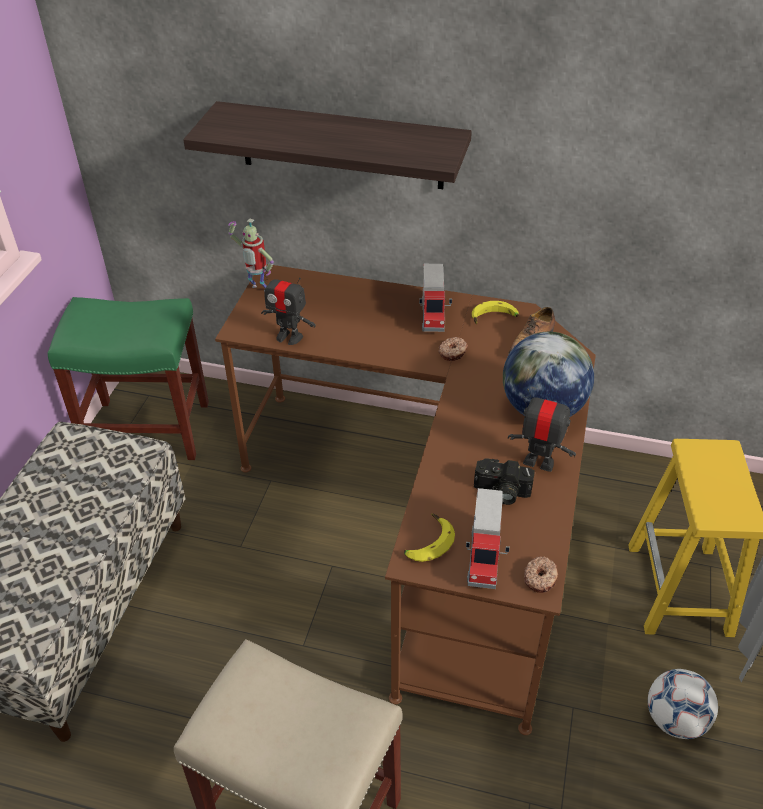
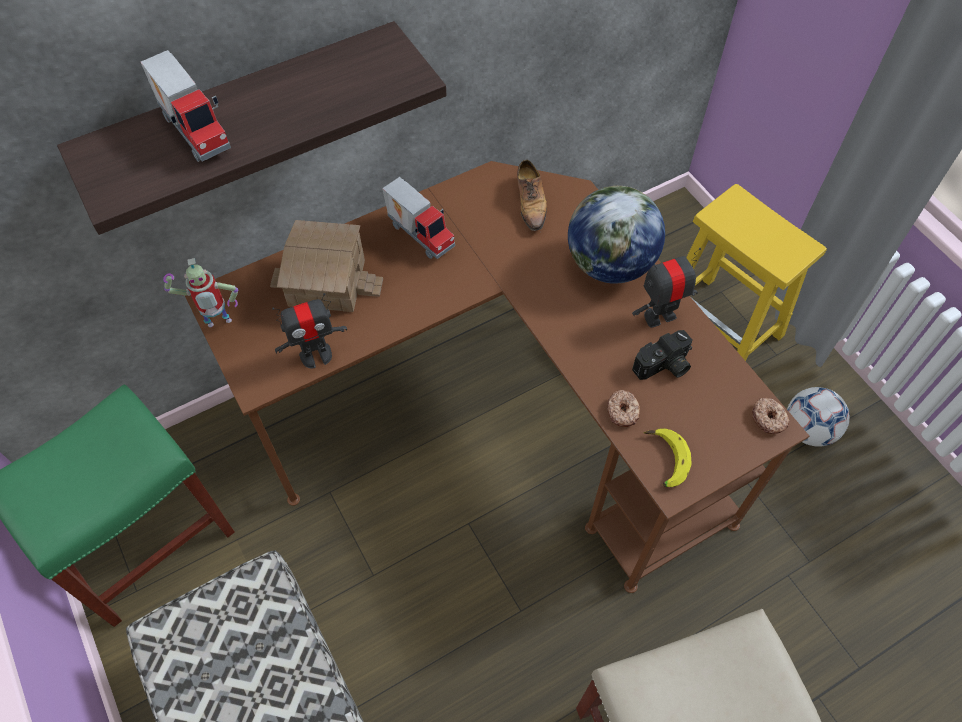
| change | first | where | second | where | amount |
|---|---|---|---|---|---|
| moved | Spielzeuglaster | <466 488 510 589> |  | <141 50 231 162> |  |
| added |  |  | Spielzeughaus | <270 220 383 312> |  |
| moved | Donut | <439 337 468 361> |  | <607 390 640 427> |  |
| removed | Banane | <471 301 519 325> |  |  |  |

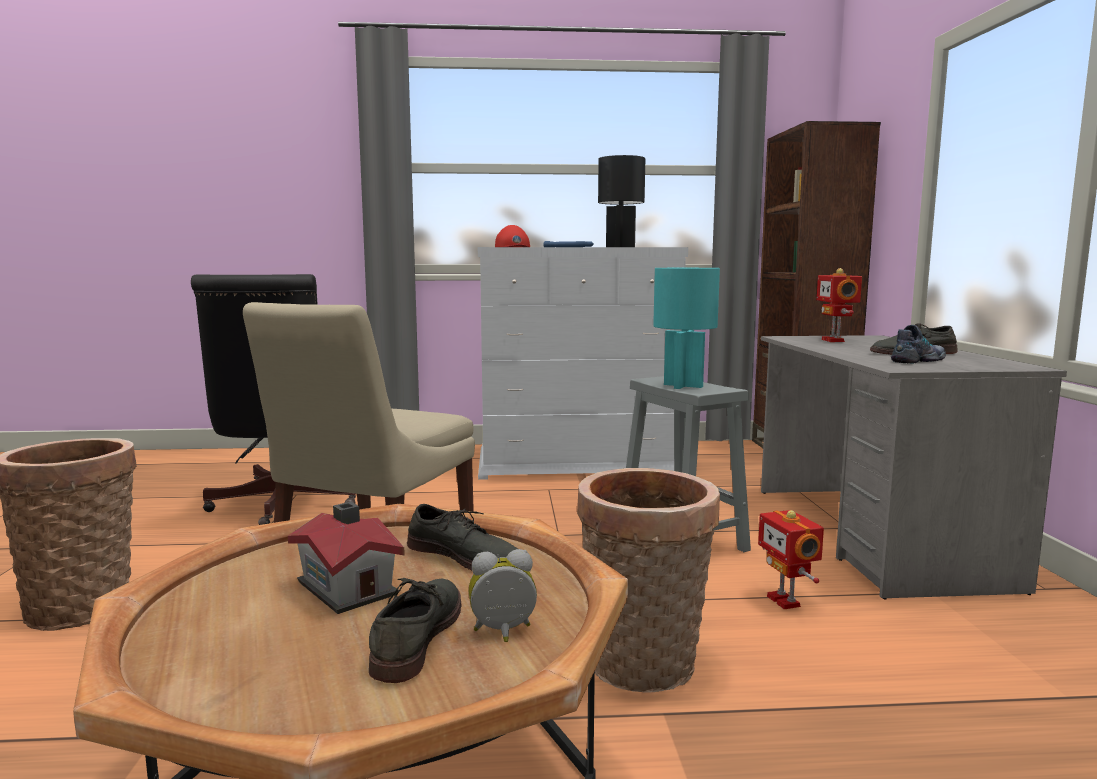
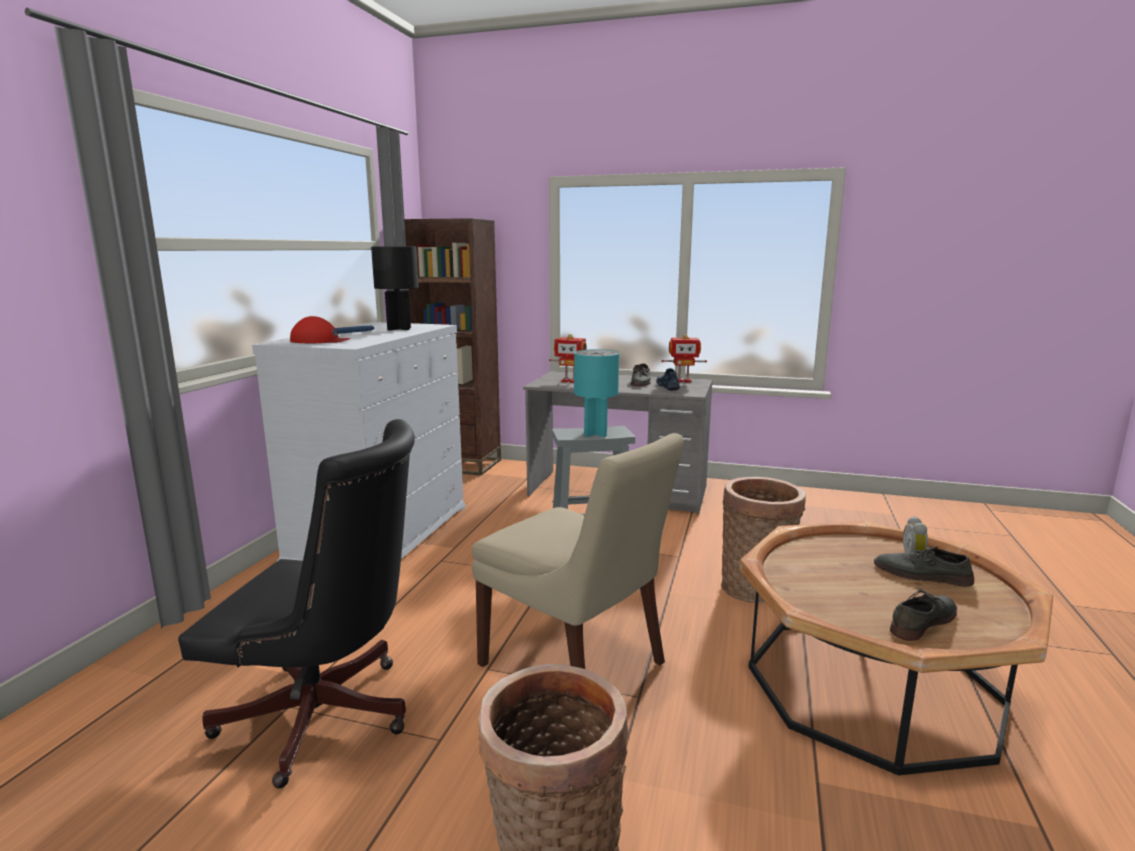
| change | first | where | second | where | amount |
|---|---|---|---|---|---|
| moved | Spielzeugroboter | <758 510 824 609> |  | <661 334 707 383> |  |
| moved | Schuh/grau | <407 504 518 570> |  | <890 588 957 641> |  |
| removed | Spielzeughaus | <288 502 405 614> |  |  |  |

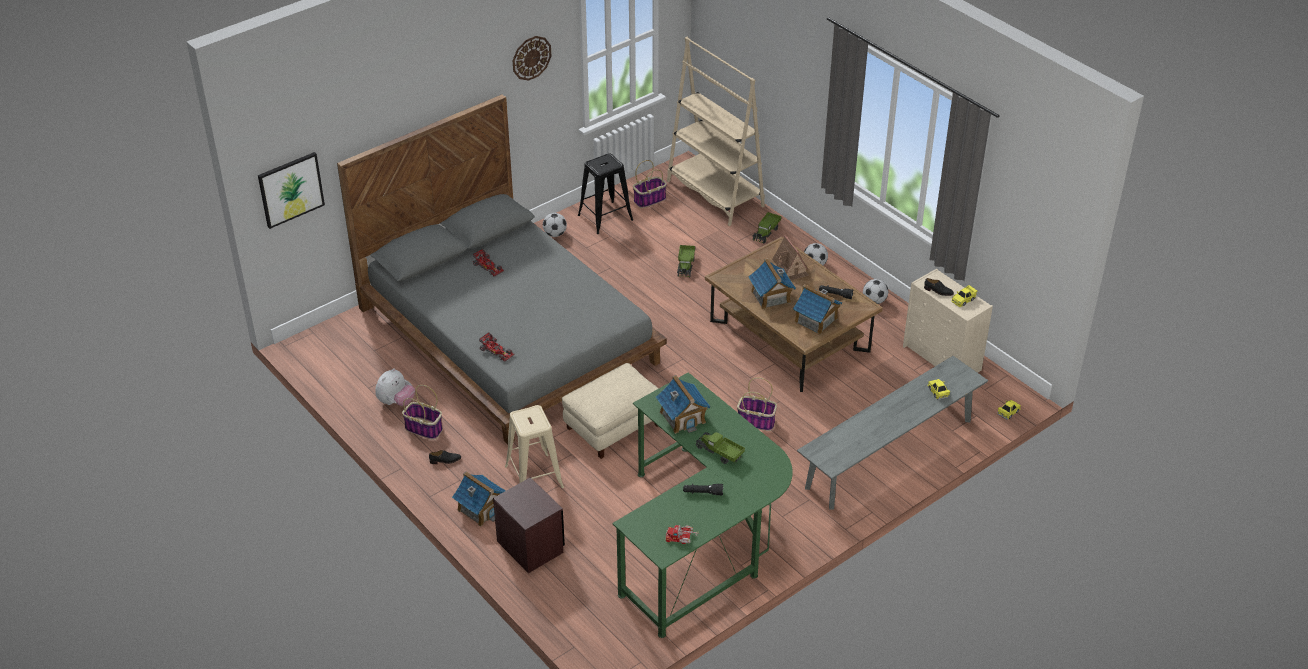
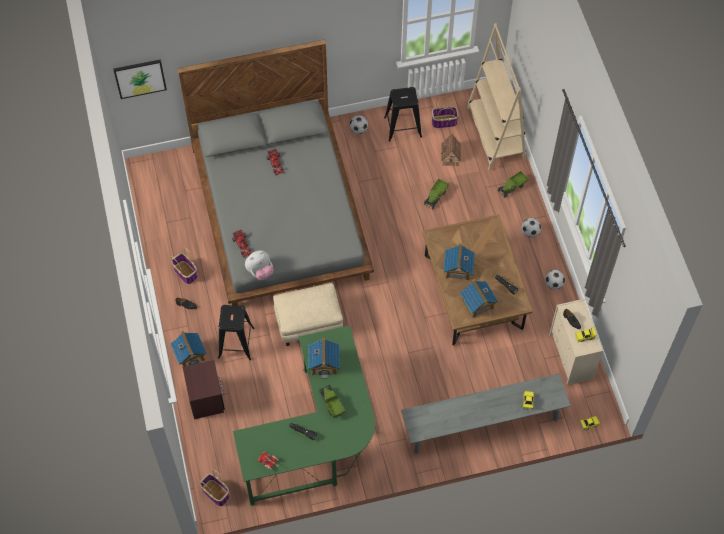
| change | first | where | second | where | amount |
|---|---|---|---|---|---|
| moved | Korb | <737 377 777 431> |  | <200 469 230 506> |  |
| recoloured | Hocker/beige | <505 405 564 488> | Hocker/schwarz | <218 305 254 360> |  |
| moved | Plüschtier | <375 368 415 406> |  | <245 250 274 280> |  |
| moved | Spielzeughaus | <772 235 809 280> |  | <441 133 460 166> |  |
| removed | Wanduhr | <513 36 551 81> |  |  |  |

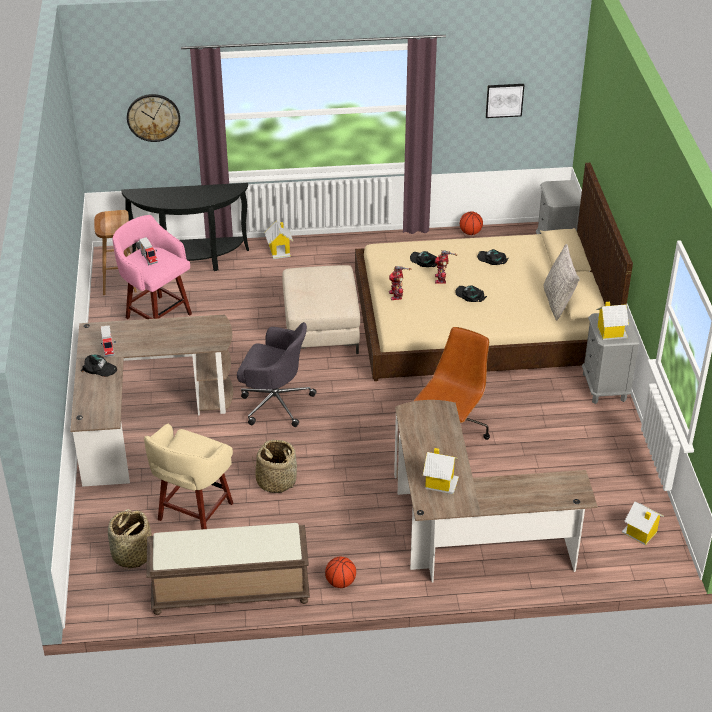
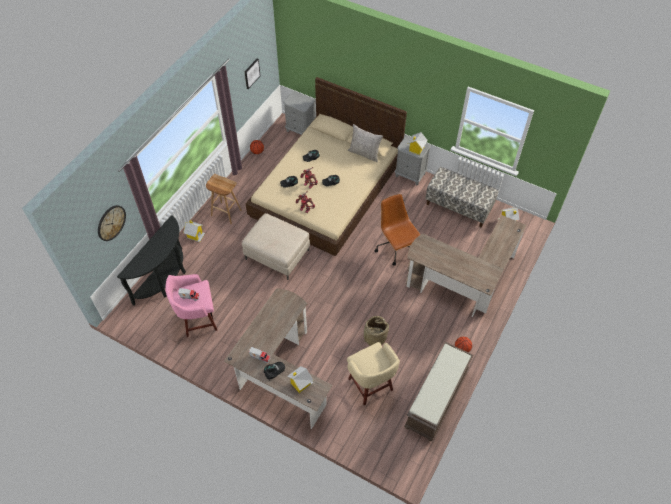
| change | first | where | second | where | amount |
|---|---|---|---|---|---|
| moved | Hocker/braun | <94 210 137 295> |  | <206 174 242 224> |  |
| moved | Spielzeughaus | <423 448 459 494> |  | <287 366 313 394> |  |
| added |  |  | Bank | <425 167 498 227> |  |
| removed | Korb | <108 509 152 570> |  |  |  |
| removed | Bürostuhl/grau | <237 322 316 427> |  |  |  |

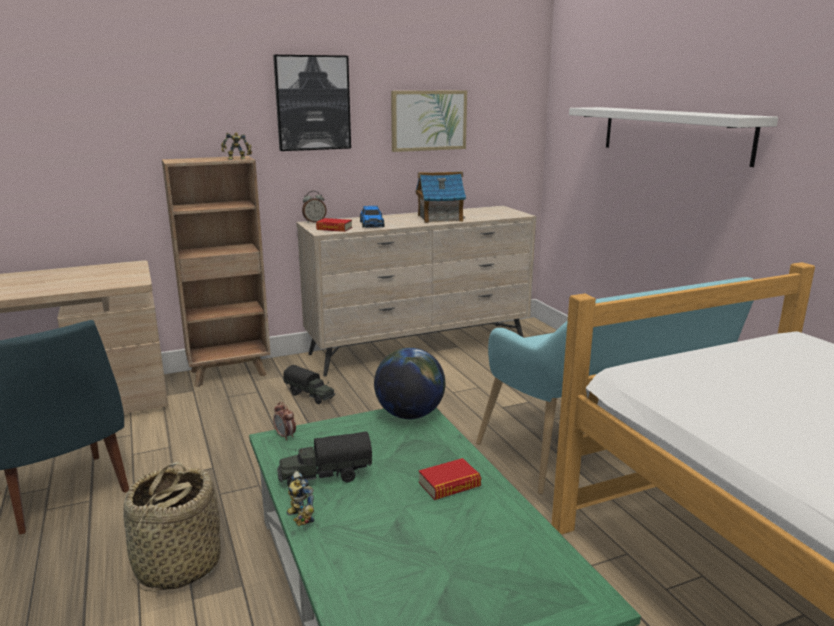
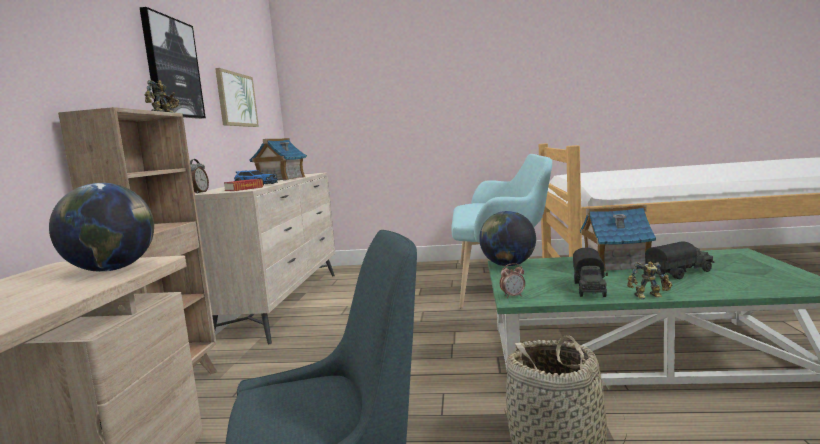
| change | first | where | second | where | amount |
|---|---|---|---|---|---|
| added |  |  | Globus | <49 183 154 272> |  |
| replaced | Buch | <419 458 481 500> | Spielzeughaus | <580 205 656 272> |  |
| moved | Spielzeuglaster | <283 365 335 404> |  | <645 242 715 279> |  |
| removed | Wandregal/weiß | <569 107 778 167> |  |  |  |

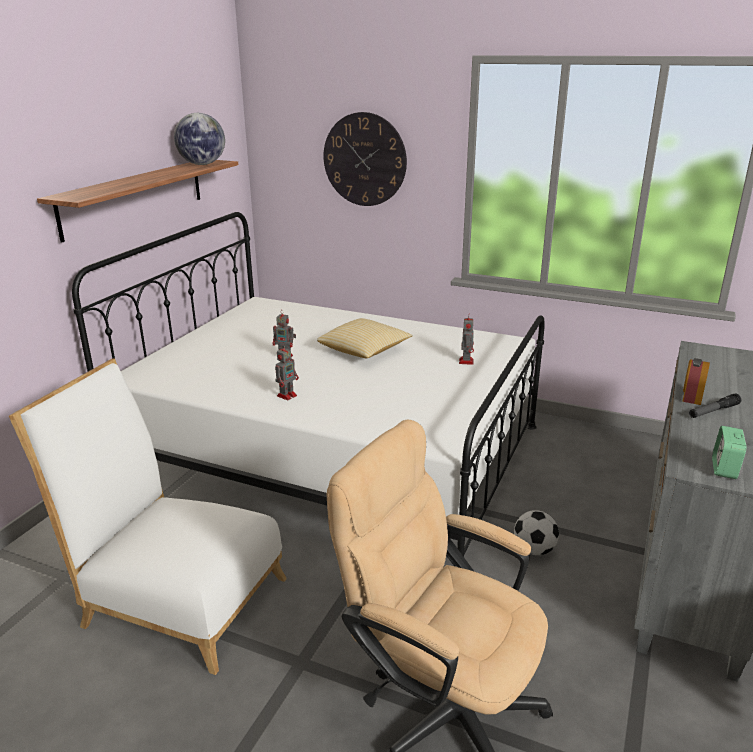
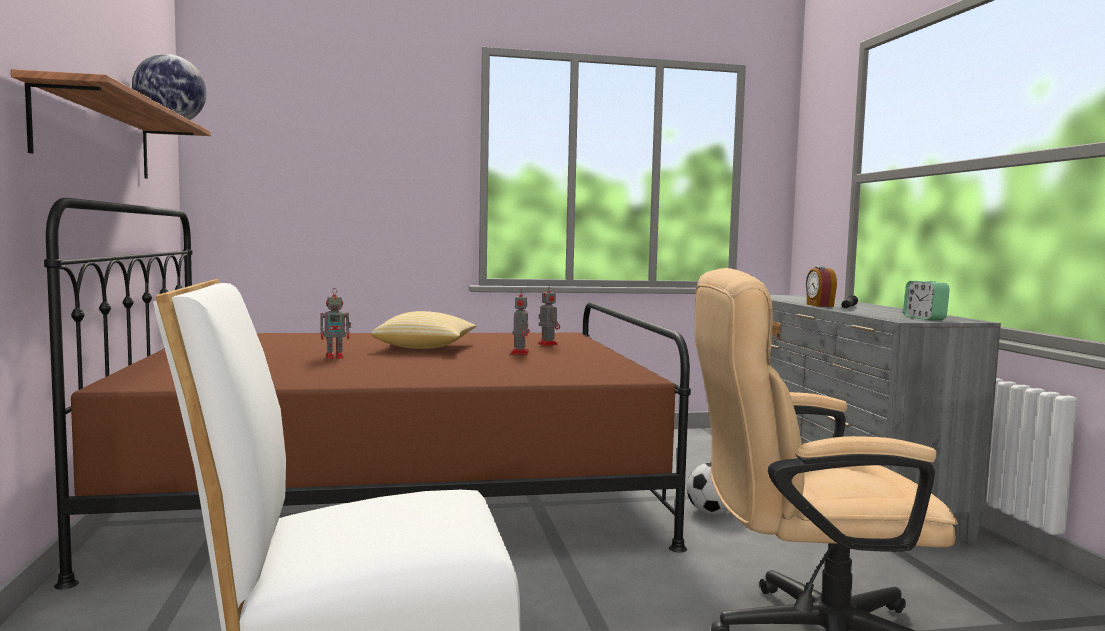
| change | first | where | second | where | amount |
|---|---|---|---|---|---|
| recoloured | Bett/weiß | <72 212 545 557> | Bett/braun | <44 197 691 589> |  |
| moved | Spielzeugroboter | <275 344 299 400> |  | <510 289 530 355> |  |
| removed | Wanduhr | <323 112 407 206> |  |  |  |

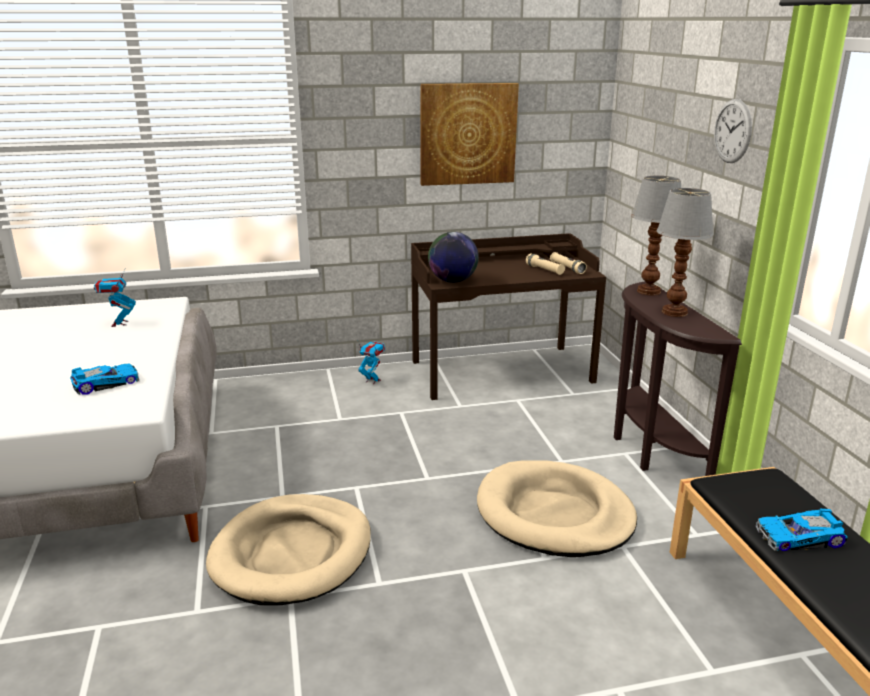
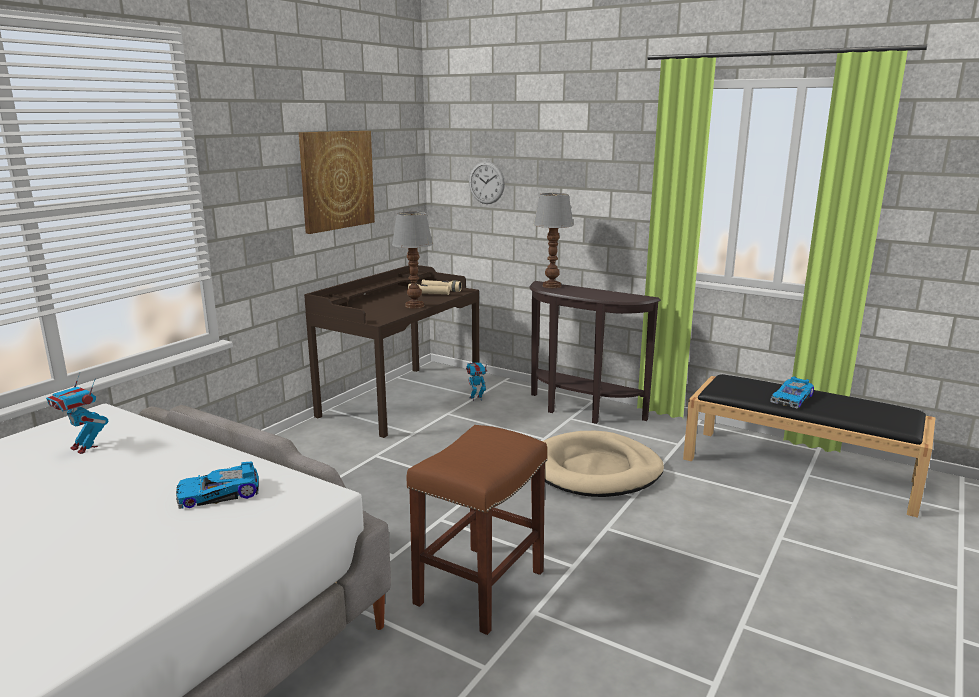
| change | first | where | second | where | amount |
|---|---|---|---|---|---|
| turned | Spielzeugauto | <70 364 139 395> |  | <176 461 259 509> | 120 degrees counterclockwise |
| moved | Tischlampe | <657 188 714 317> |  | <392 212 433 309> |  |
| replaced | Hundebett/beige | <206 494 371 605> | Hocker/braun | <407 425 547 635> |  |
| moved | Spielzeugroboter | <358 341 385 384> |  | <466 362 487 401> |  |
| moved | Wanduhr | <714 99 752 163> |  | <469 161 505 204> |  |
| removed | Globus | <428 232 479 283> |  |  |  |

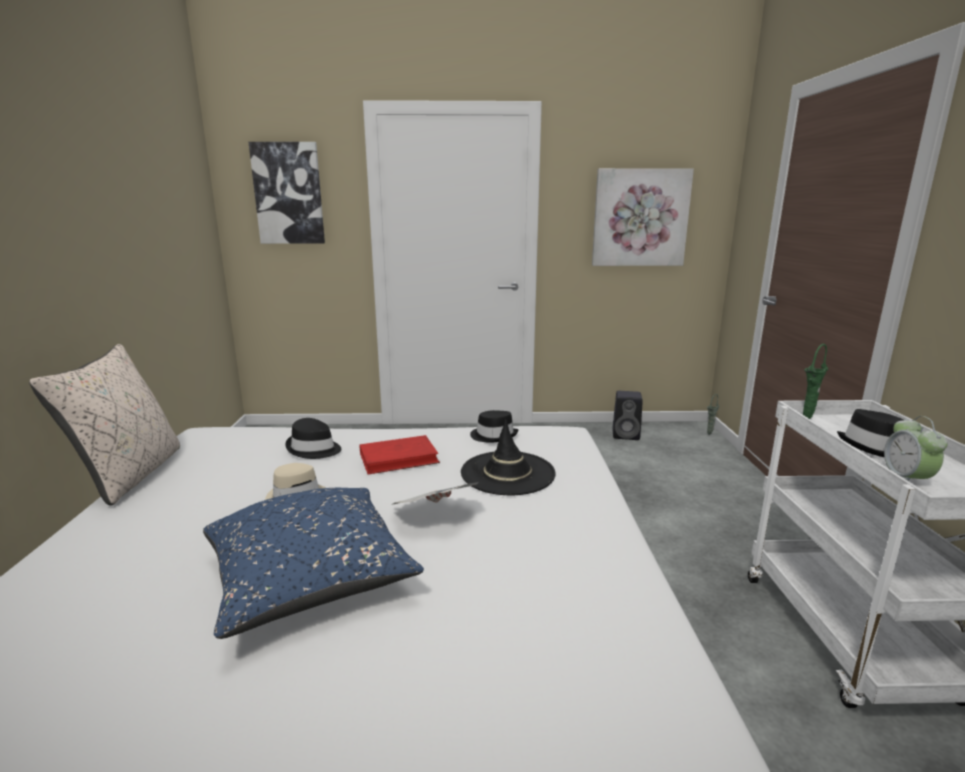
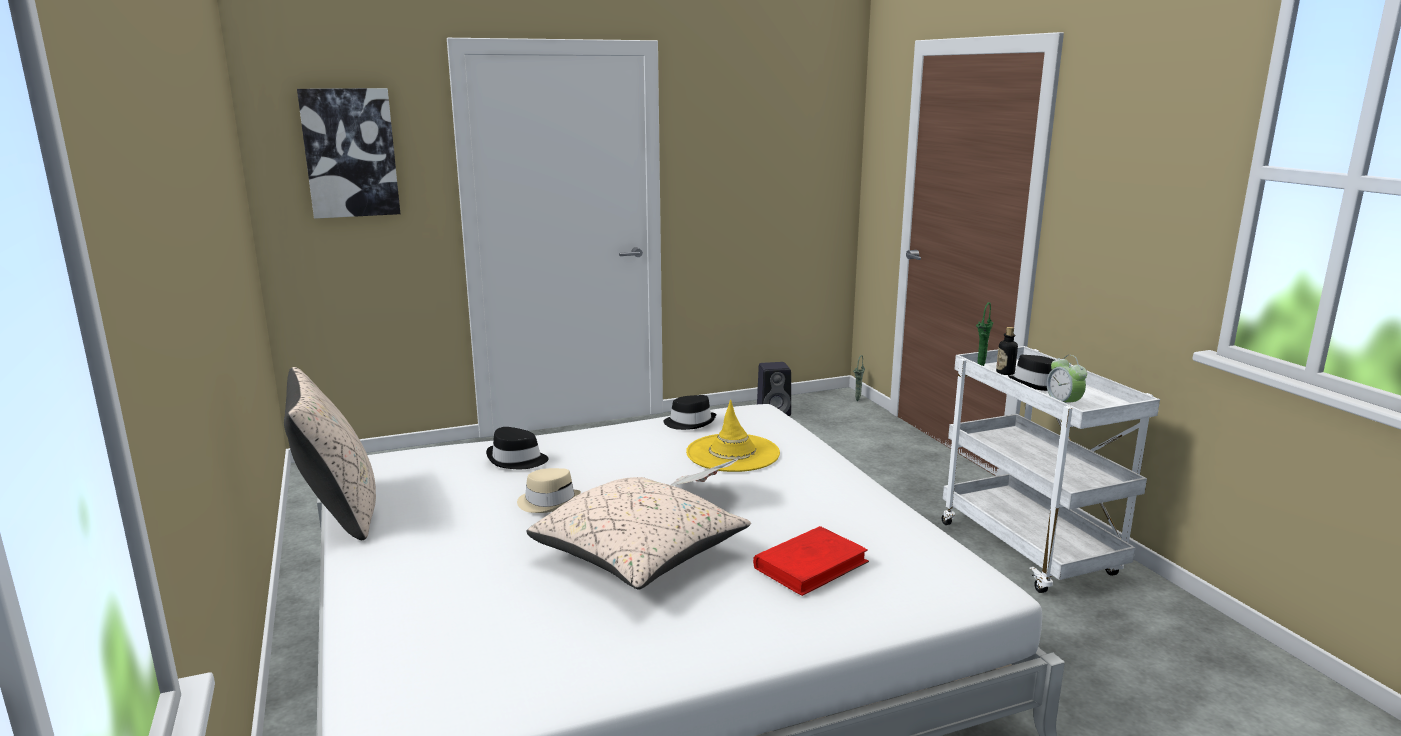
| change | first | where | second | where | amount |
|---|---|---|---|---|---|
| recoloured | Kissen/blau | <203 488 424 639> | Kissen/beige | <526 477 751 589> |  |
| recoloured | Hut/schwarz | <461 419 556 495> | Hut/gelb | <686 400 780 472> |  |
| moved | Buch/rot | <360 435 440 475> |  | <753 526 869 596> |  |
| added |  |  | Flasche | <996 327 1018 375> |  |
| removed | Bild | <592 168 694 266> |  |  |  |

